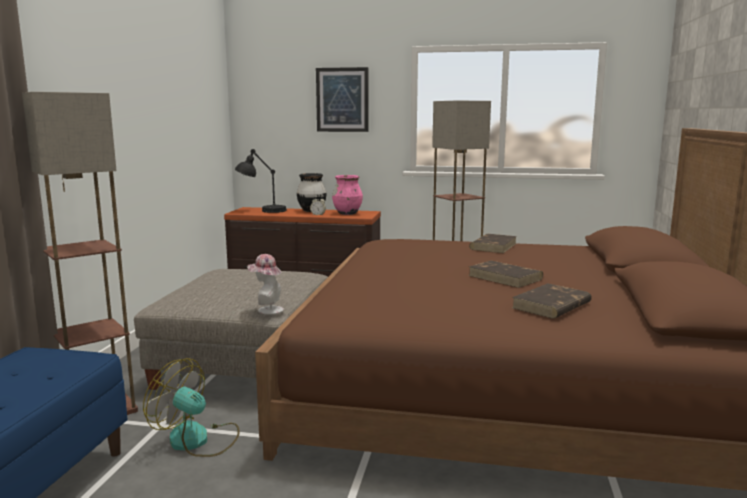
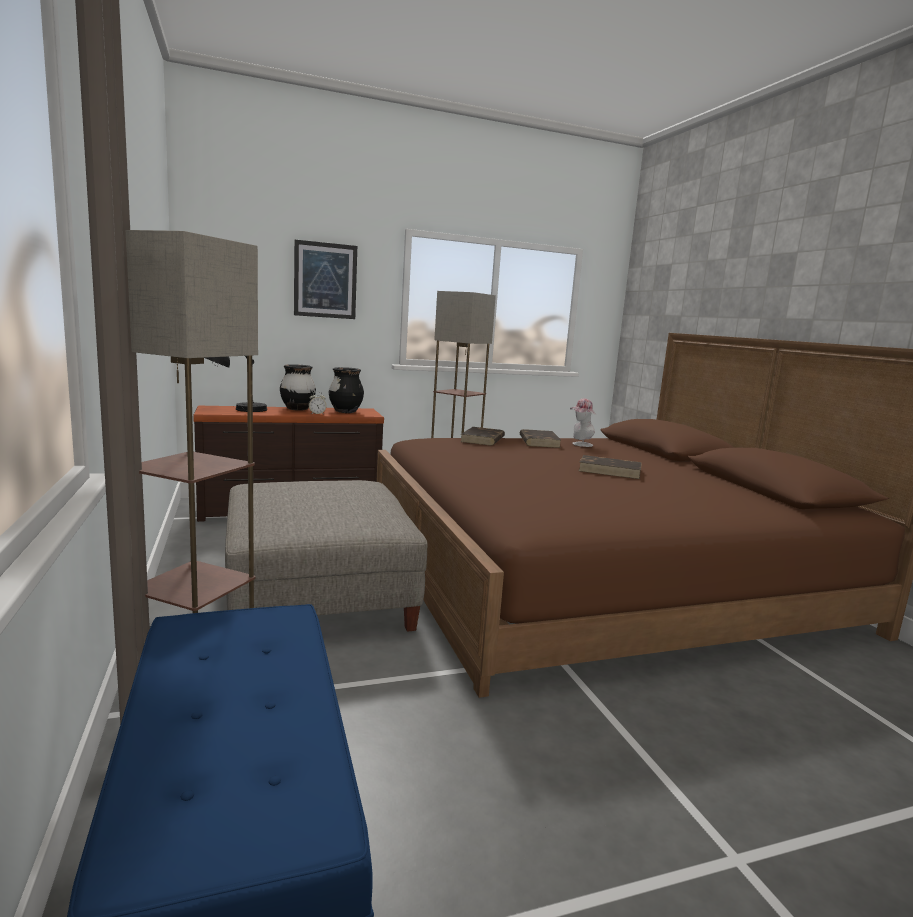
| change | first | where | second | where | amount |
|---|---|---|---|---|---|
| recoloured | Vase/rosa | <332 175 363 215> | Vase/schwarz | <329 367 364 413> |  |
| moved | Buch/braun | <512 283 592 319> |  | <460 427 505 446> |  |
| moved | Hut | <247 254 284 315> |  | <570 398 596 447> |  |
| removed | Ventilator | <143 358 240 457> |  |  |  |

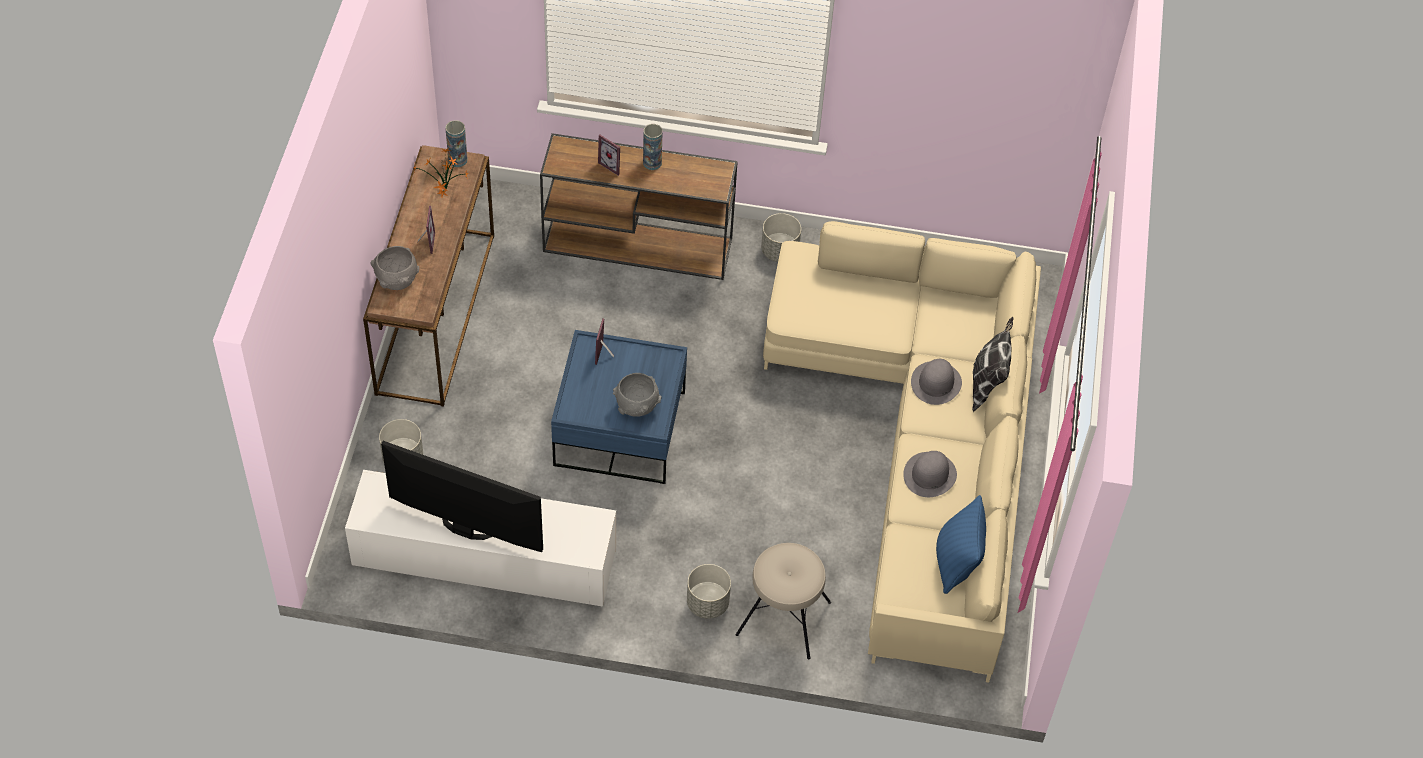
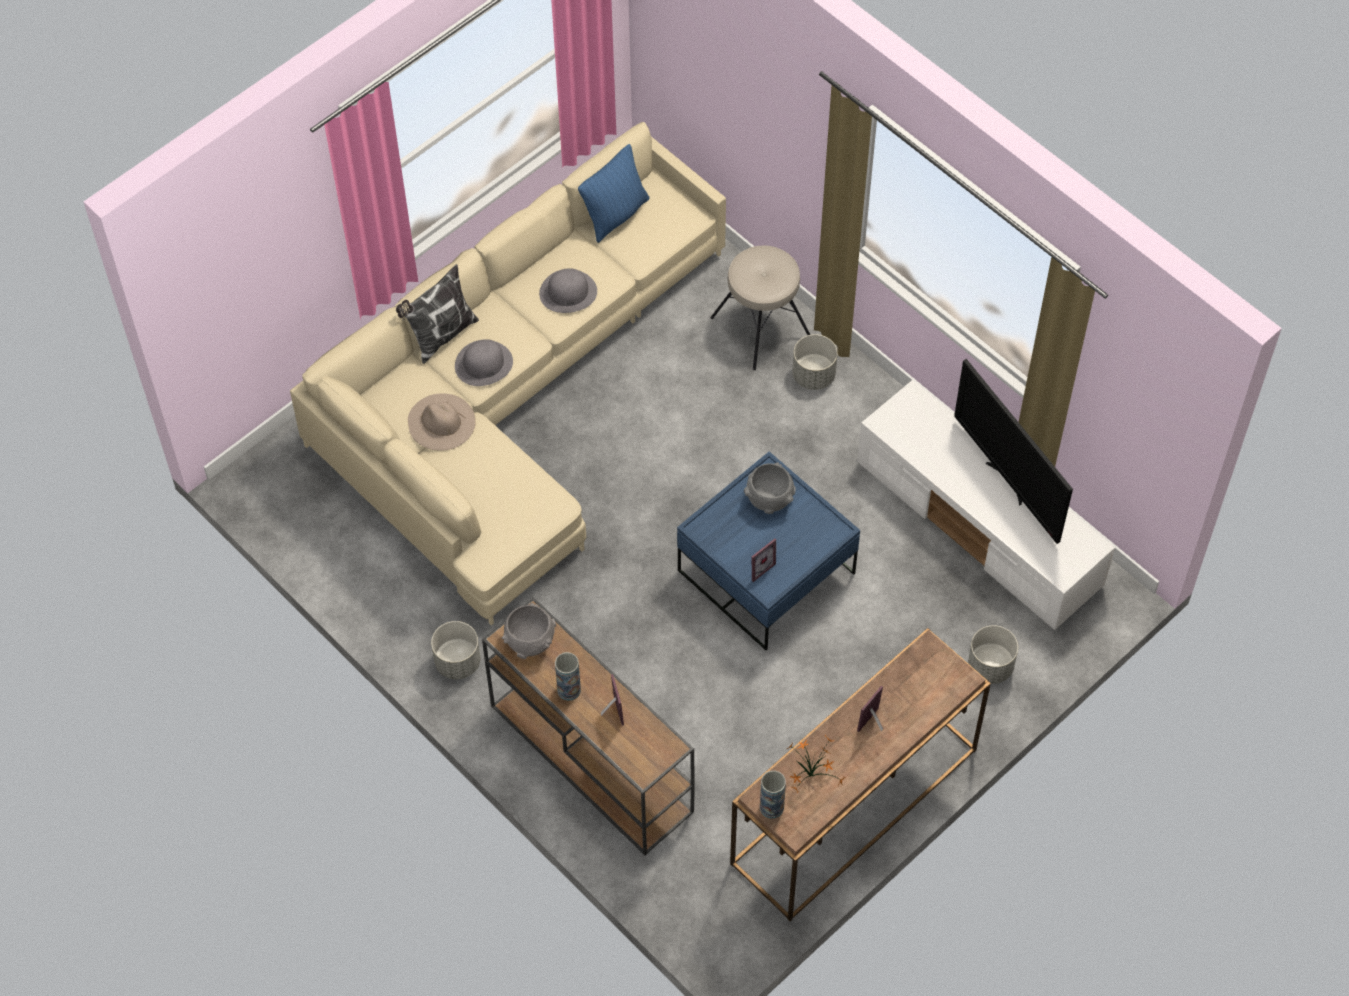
| change | first | where | second | where | amount |
|---|---|---|---|---|---|
| added |  |  | Hut/beige | <408 393 476 451> |  |
| moved | Schüssel/grau | <370 246 419 290> |  | <502 603 556 659> |  |

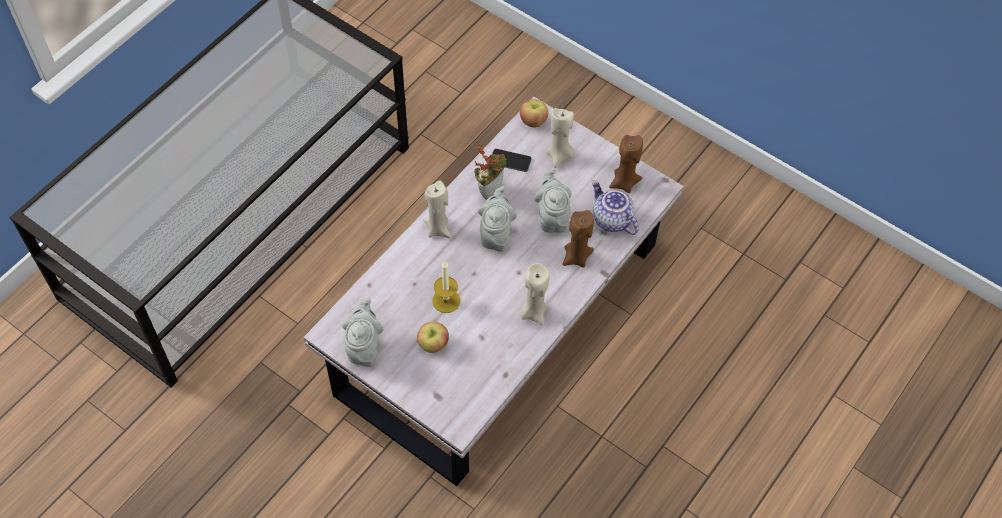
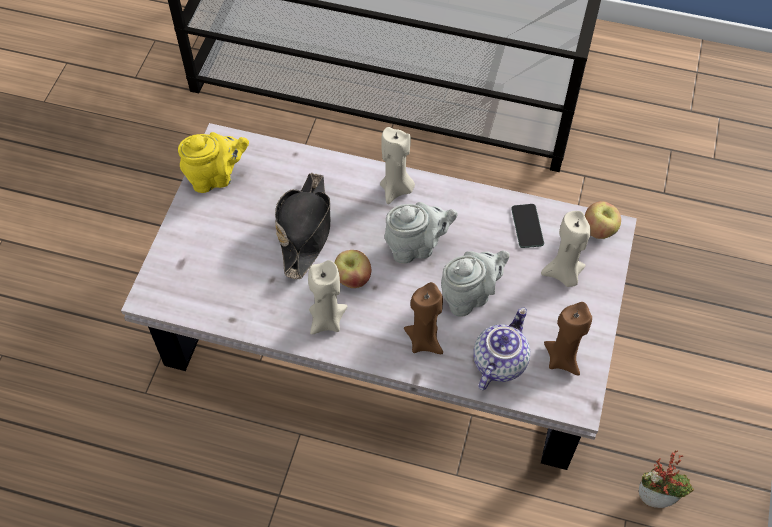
| change | first | where | second | where | amount |
|---|---|---|---|---|---|
| recoloured | Teekanne/grau | <342 299 383 367> | Teekanne/gelb | <178 132 249 193> |  |
| replaced | Kerze | <432 262 460 313> | Hut/schwarz | <275 173 330 279> |  |
| moved | Apfel | <417 322 449 353> |  | <334 250 371 288> |  |
| moved | Topfpflanze | <474 144 506 200> |  | <639 450 694 508> |  |

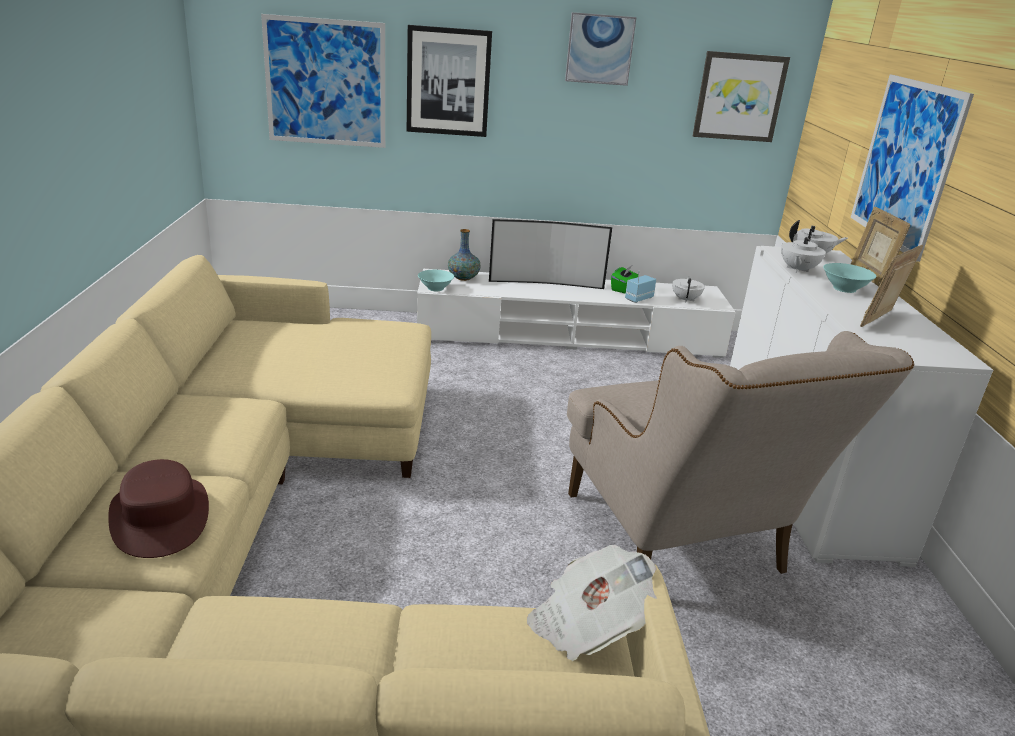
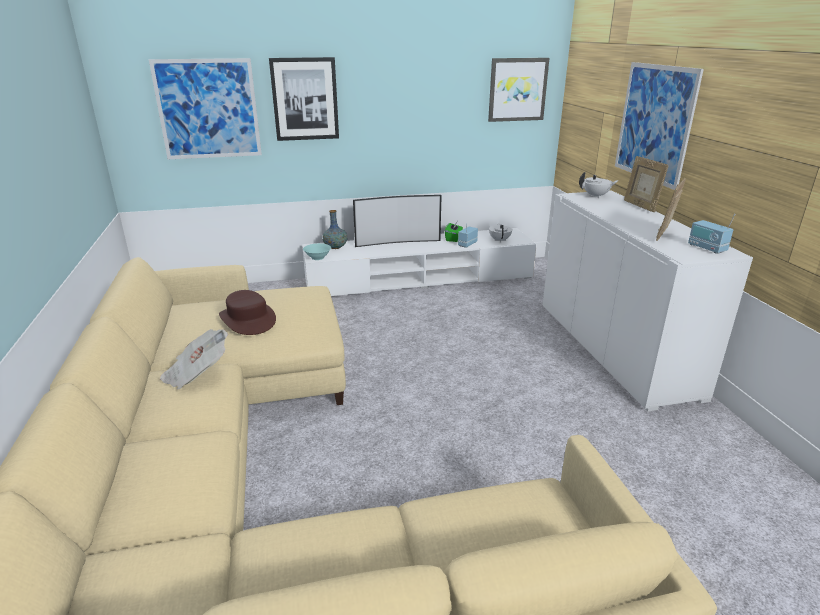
| change | first | where | second | where | amount |
|---|---|---|---|---|---|
| moved | Zeitung | <527 545 657 661> |  | <160 329 228 390> |  |
| moved | Hut/braun | <108 459 209 558> |  | <219 290 276 335> |  |
| added |  |  | Radio | <688 214 735 254> |  |
| removed | Bild | <565 12 637 86> |  |  |  |
| removed | Sessel/beige | <567 331 914 574> |  |  |  |
| removed | Teekanne/weiß | <781 229 826 273> |  |  |  |
| removed | Schüssel/türkis | <823 263 876 293> |  |  |  |

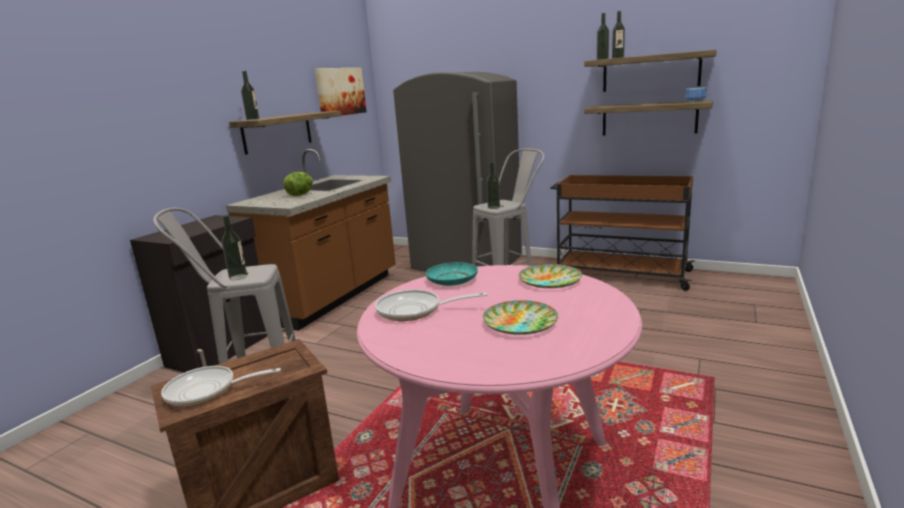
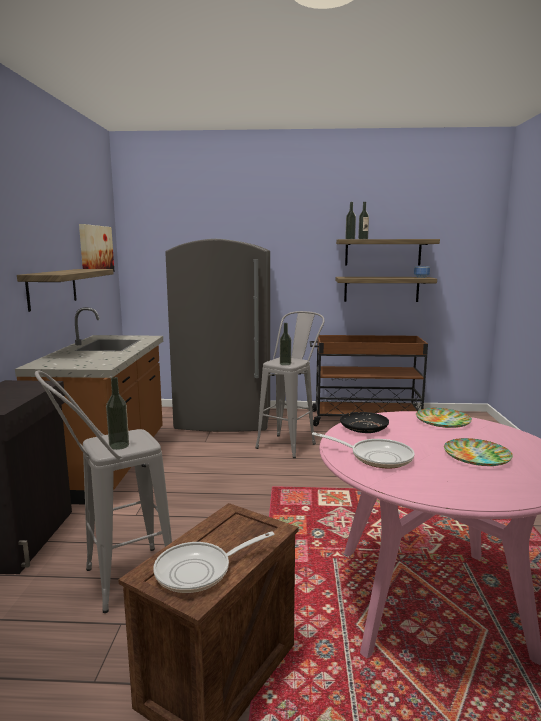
| change | first | where | second | where | amount |
|---|---|---|---|---|---|
| turned | Pfanne | <375 290 488 321> |  | <312 432 415 468> | 135 degrees counterclockwise |
| recoloured | Teller/türkis | <426 262 478 286> | Teller/schwarz | <340 412 389 433> |  |
| removed | Flasche | <241 71 259 120> |  |  |  |
| removed | Salatkopf | <283 172 313 196> |  |  |  |

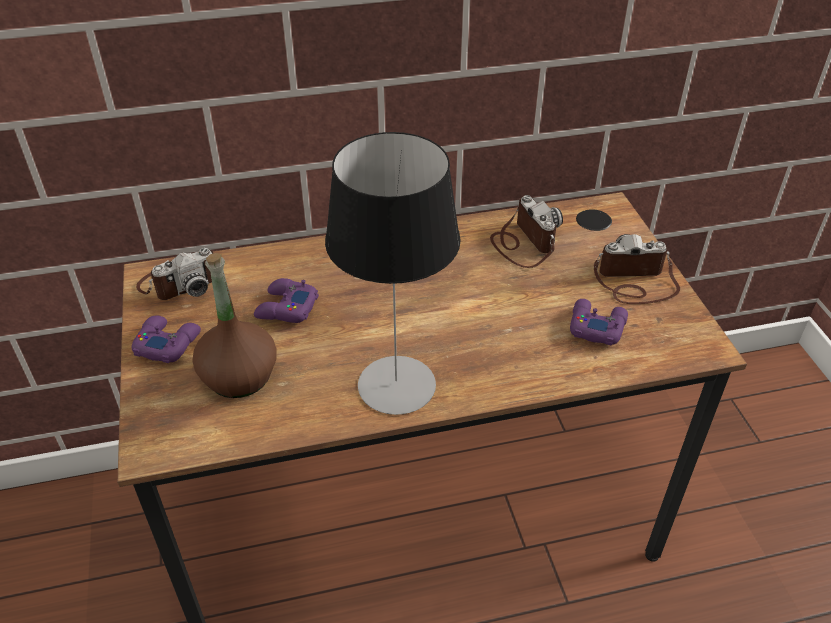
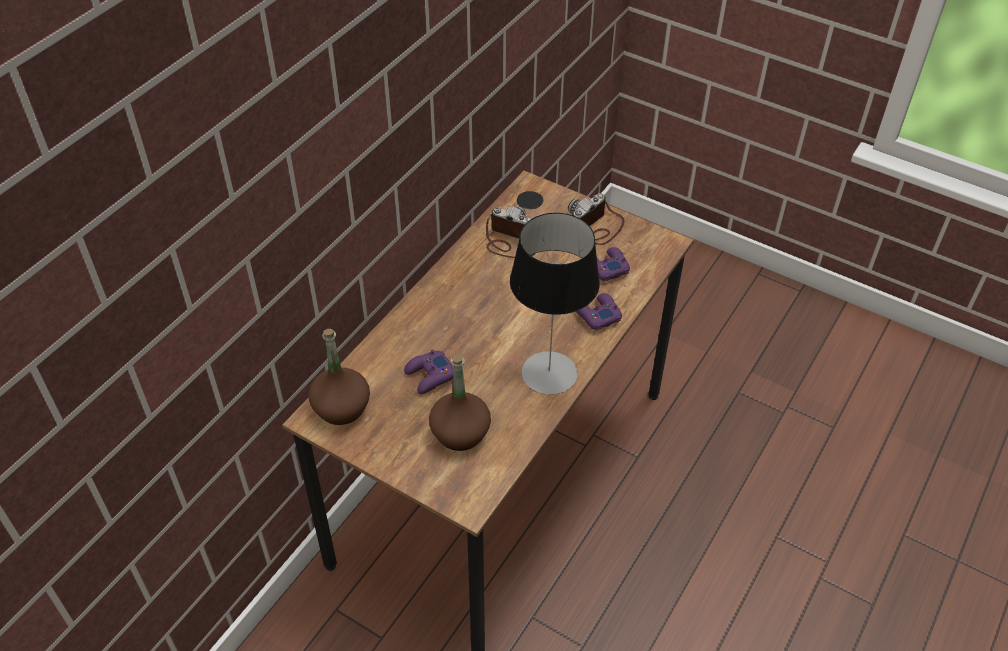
| change | first | where | second | where | amount |
|---|---|---|---|---|---|
| replaced | Kamera | <136 248 213 300> | Flasche/braun | <309 329 370 425> |  |
| moved | Gamepad/lila | <132 315 201 363> |  | <576 293 622 330> |  |

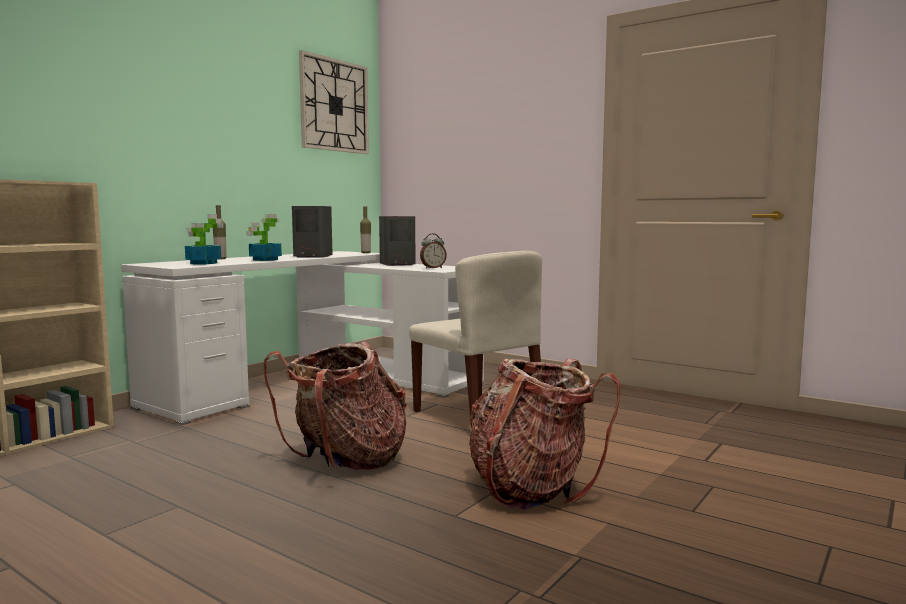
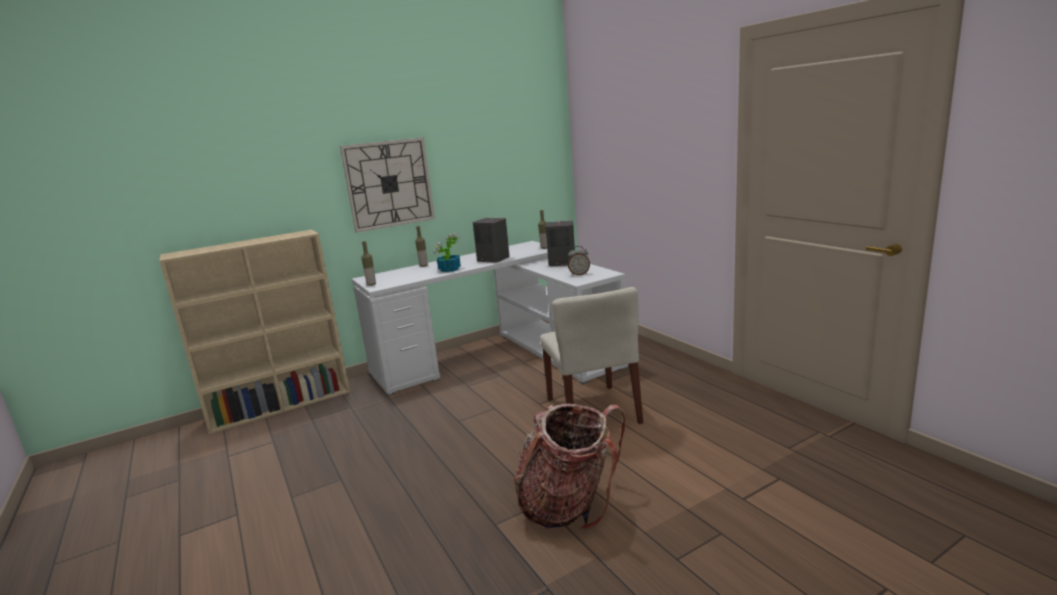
| change | first | where | second | where | amount |
|---|---|---|---|---|---|
| moved | Wanduhr | <299 50 369 154> |  | <340 137 435 233> |  |
| added |  |  | Flasche | <361 241 376 286> |  |
| removed | Topfpflanze | <185 214 223 264> |  |  |  |
| removed | Rucksack | <264 342 407 470> |  |  |  |

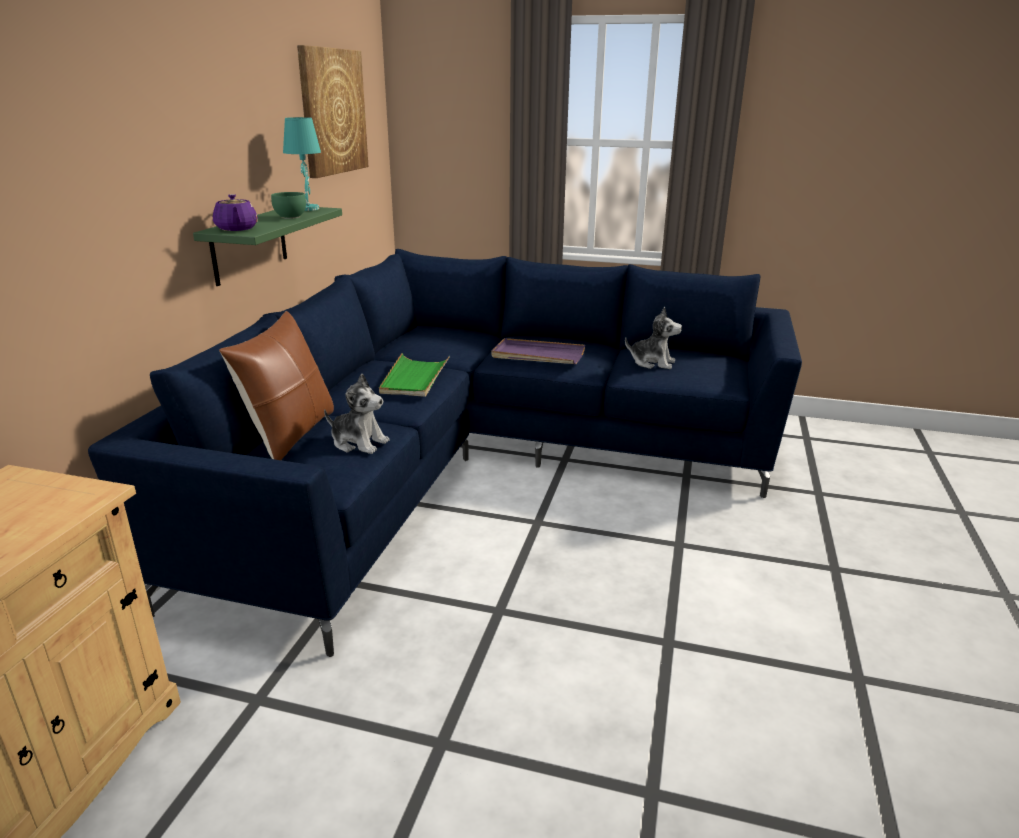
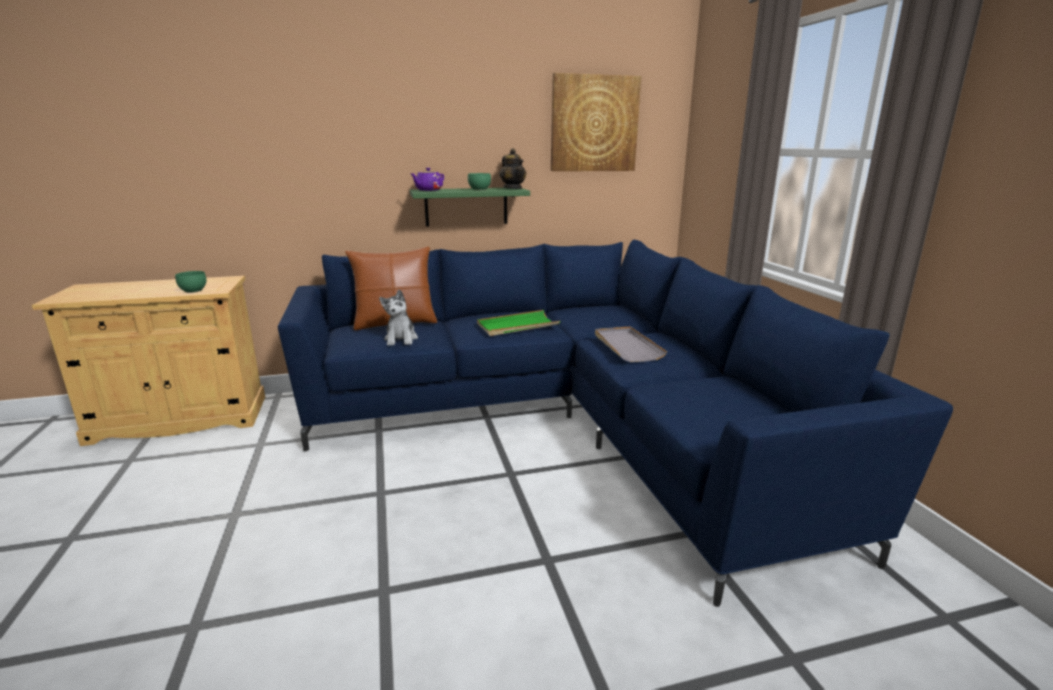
| change | first | where | second | where | amount |
|---|---|---|---|---|---|
| added |  |  | Schüssel/grün | <175 271 206 293> |  |
| replaced | Tischlampe/türkis | <283 117 321 211> | Teekanne | <499 148 526 189> |  |
| recoloured | Tablett/lila | <491 338 585 364> | Tablett/grau | <595 327 667 362> |  |
| removed | Plüschtier | <625 307 682 369> |  |  |  |

